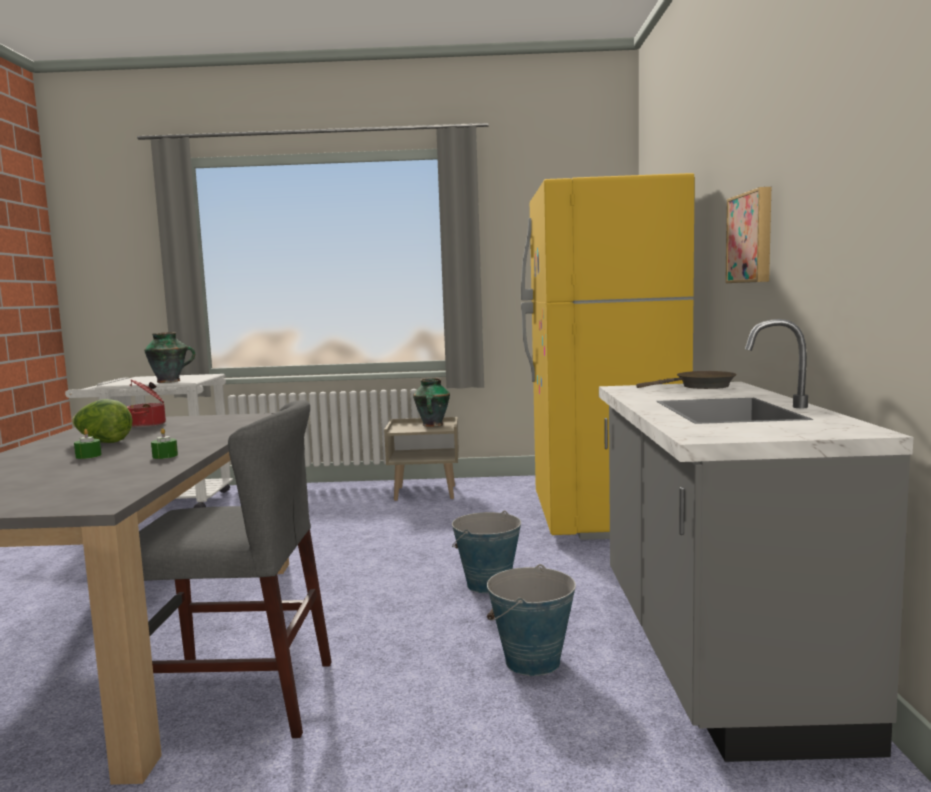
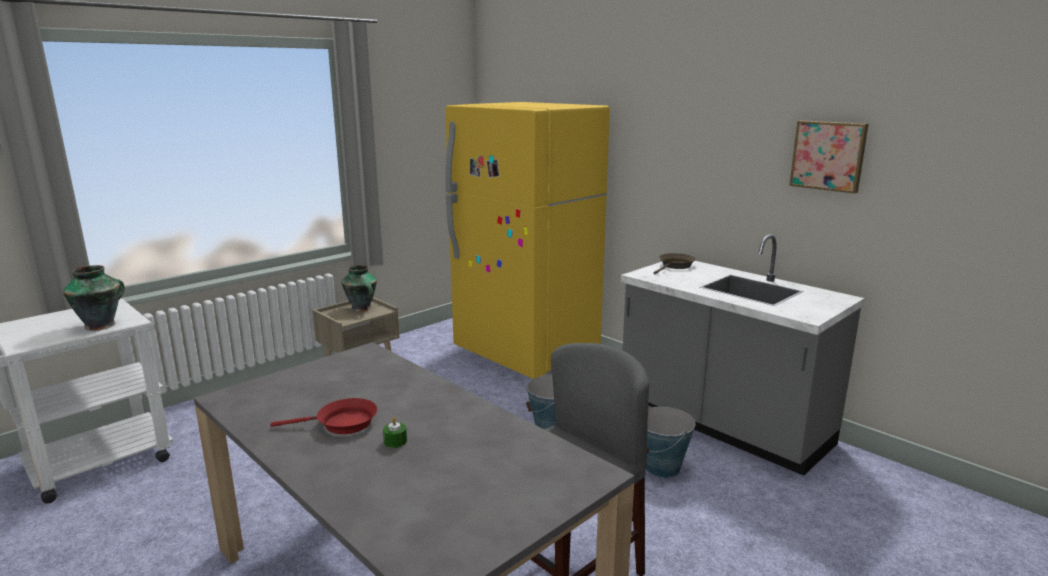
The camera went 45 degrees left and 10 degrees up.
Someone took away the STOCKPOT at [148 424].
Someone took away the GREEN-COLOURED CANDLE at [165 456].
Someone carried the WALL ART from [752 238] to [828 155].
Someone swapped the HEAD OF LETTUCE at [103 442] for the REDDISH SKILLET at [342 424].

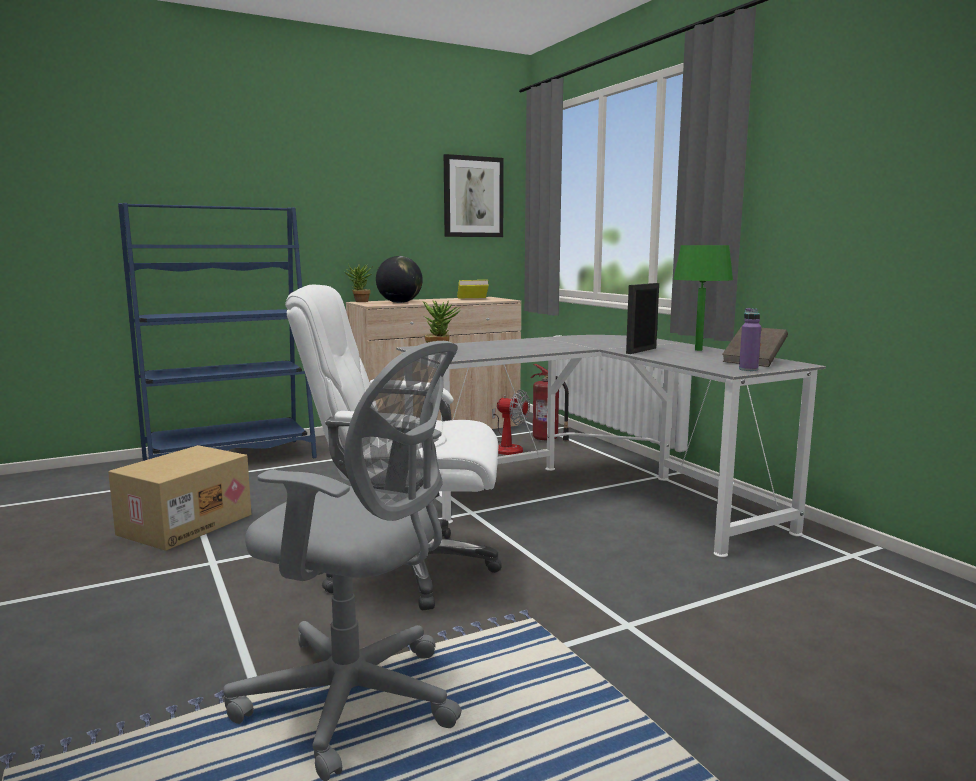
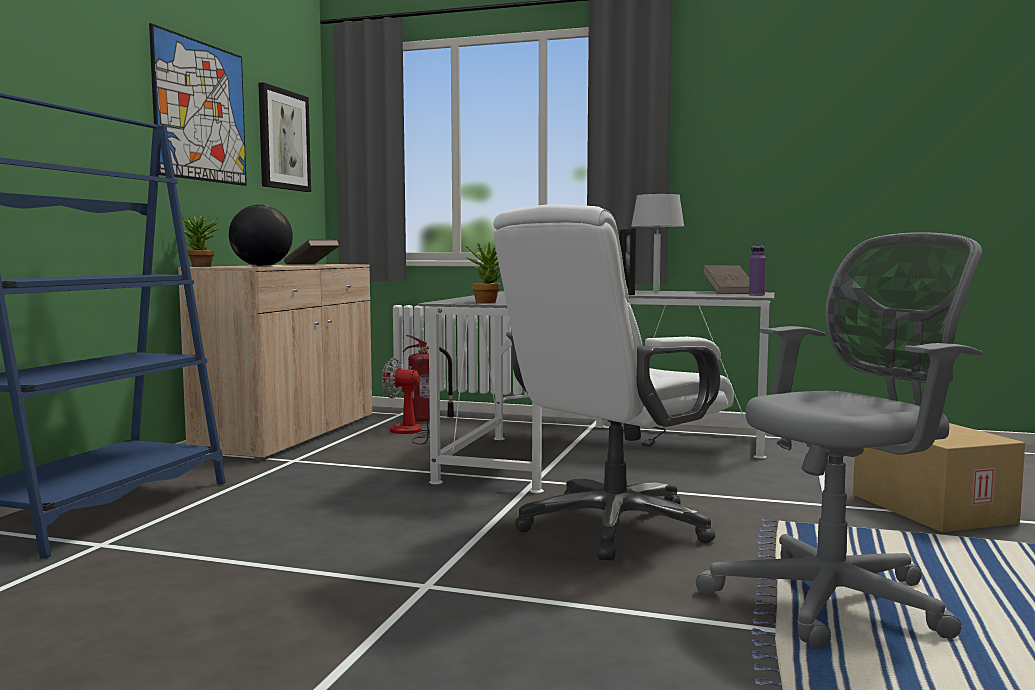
The camera went 45 degrees left and 5 degrees down.
Someone put up the WALL ART at [200 111].
Someone carried the CARTON from [185 524] to [928 508].
Someone repainted the YELLOWISH BOUND BOOK at [472 299], which became the BROWNISH BOUND BOOK at [311 264].
Someone repainted the GREEN-COLOURED TABLE LAMP at [698 350], which became the GREYISH TABLE LAMP at [656 291].
Someone rotated the COOLING FAN at [506 447] by 150 degrees counterclockwise.

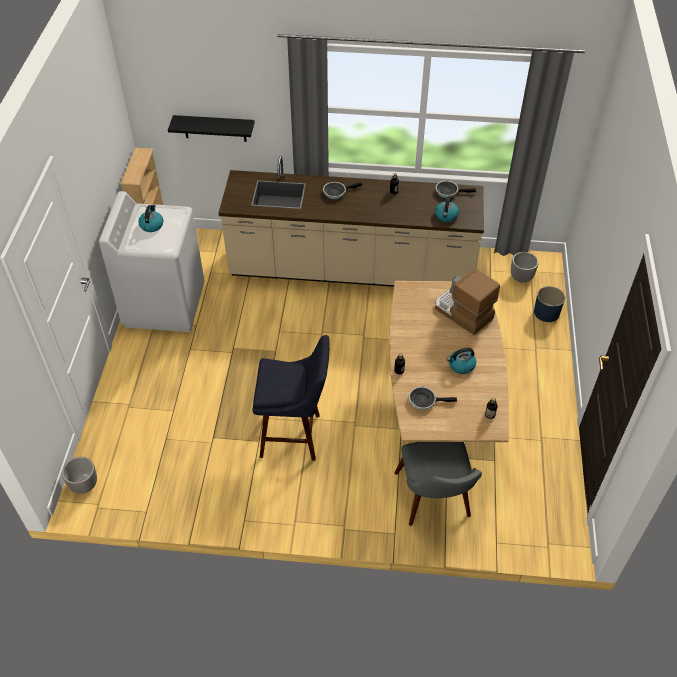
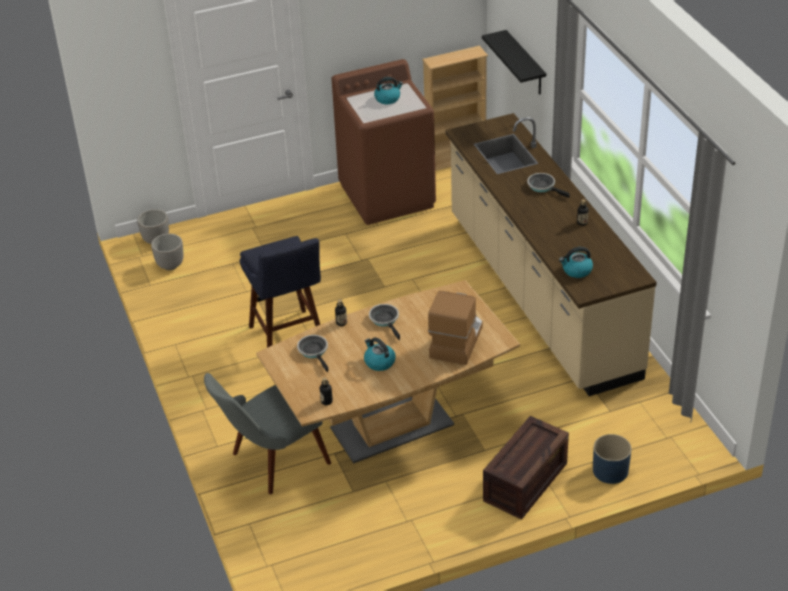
The camera went 65 degrees right and 10 degrees down.
Someone put down the SHIPPING CRATE at [526 483].
Someone carried the SKILLET from [448 192] to [385 320].
Someone carried the PLANT POT from [521 278] to [170 265].
Someone repainted the WHITE LAUNDRY APPLIANCE at [164 304], which became the BROWNISH LAUNDRY APPLIANCE at [388 196].

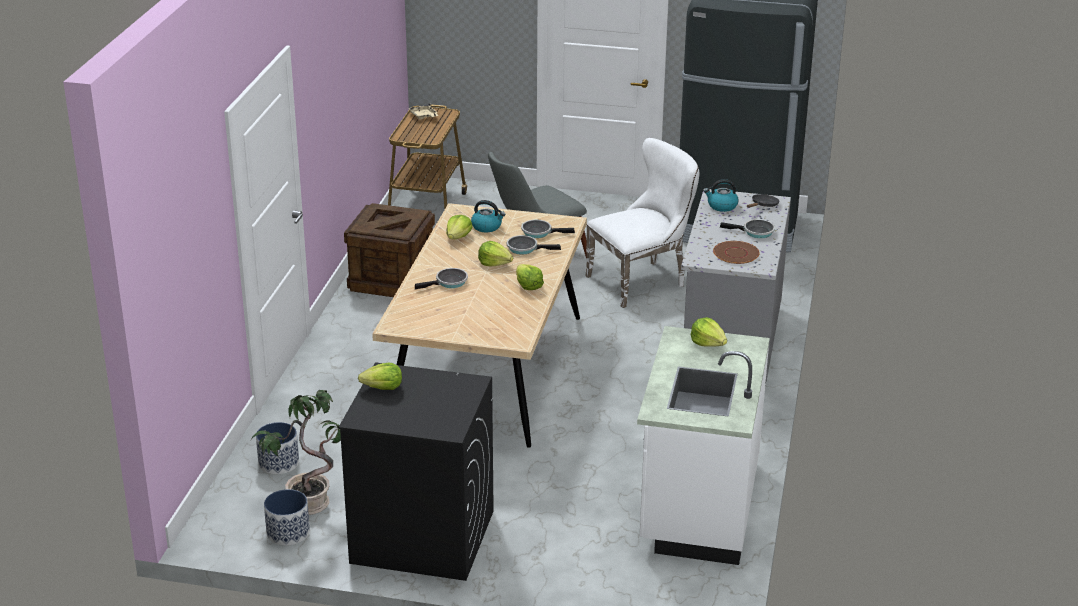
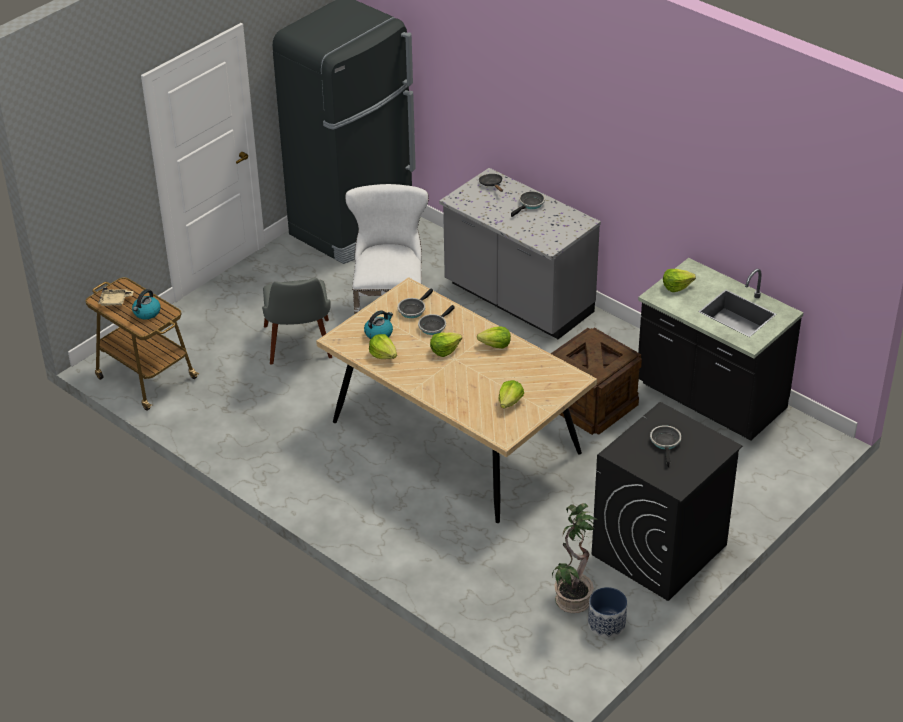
The camera went 60 degrees left and 10 degrees up.
Someone took away the PLANT POT at [279 463].
Someone took away the BROWNISH DINNER PLATE at [736 253].
Someone carried the SHIPPING CRATE from [392 280] to [591 405].
Someone carried the HEAD OF LETTUCE from [383 387] to [510 402].
Someone carried the SKILLET from [449 282] to [665 443].
Someone carried the KETTLE from [721 206] to [146 313].
Someone repainted the WHITE KITCHEN COUNTER at [697 506], which became the BLACK-COLOURED KITCHEN COUNTER at [710 399].

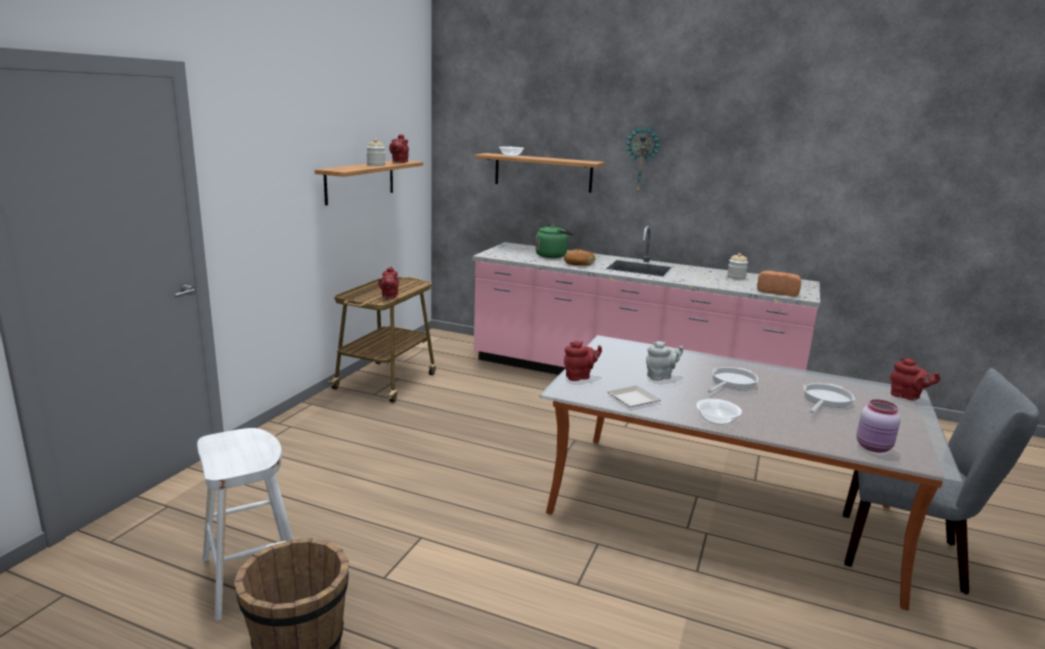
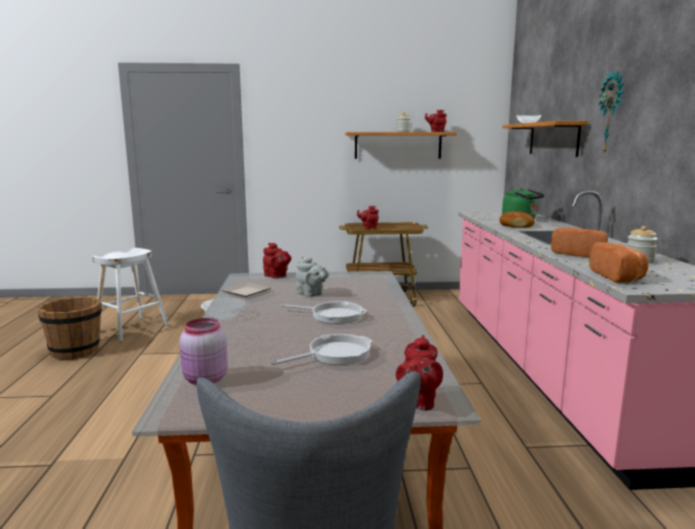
The camera went 65 degrees right and 5 degrees down.
Someone put down the BAKERY BREAD at [579 254].
Someone rotated the SKILLET at [825 400] by 45 degrees counterclockwise.

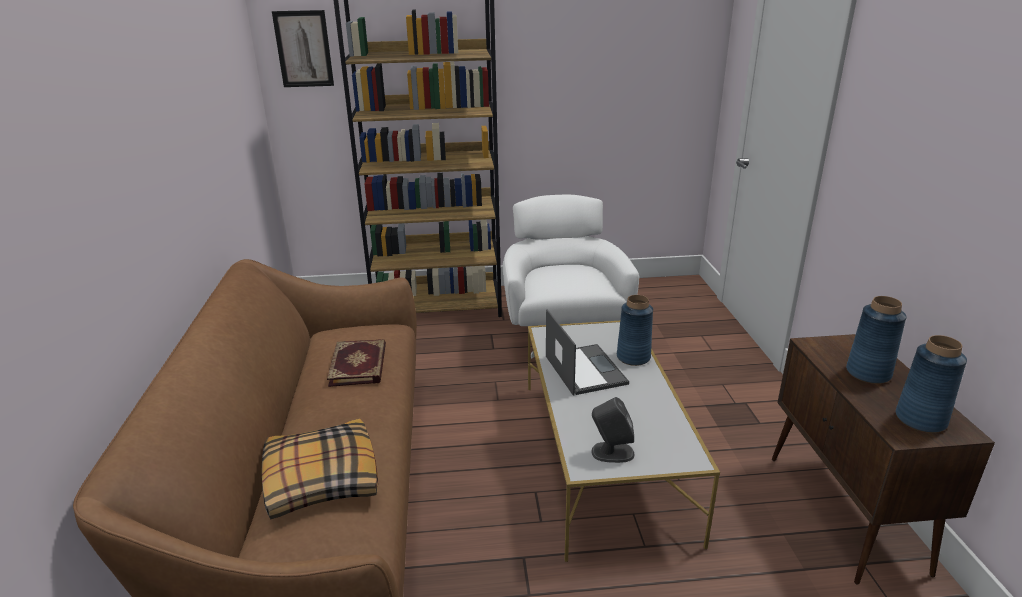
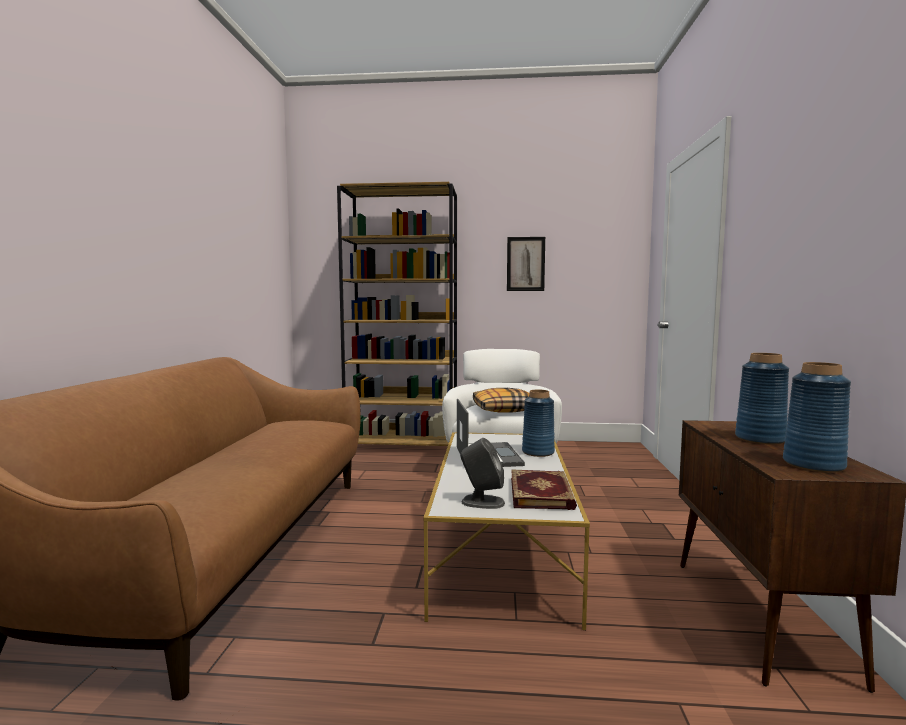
The camera went 10 degrees right and 20 degrees down.
Someone carried the THROW PILLOW from [320 479] to [503 409].
Someone carried the WALL ART from [303 49] to [525 264].
Someone carried the BOUND BOOK from [359 365] to [542 493].

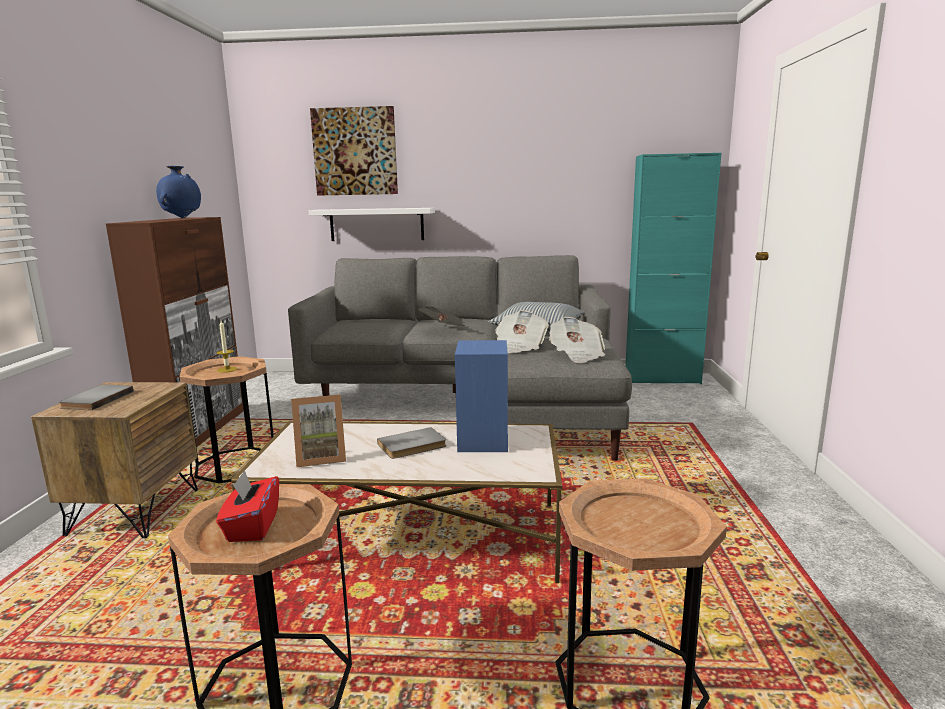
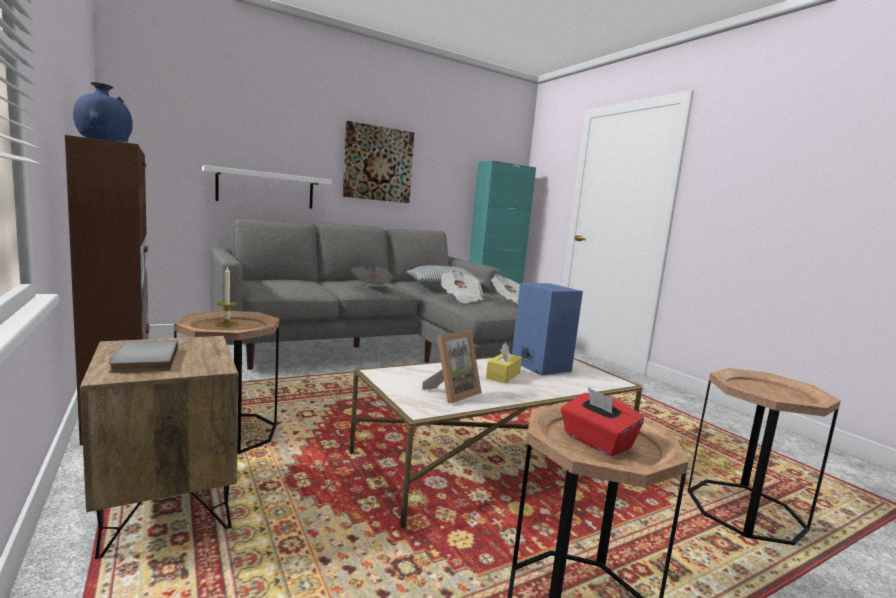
The camera went 35 degrees left and 5 degrees down.
Someone carried the WALL ART from [355 152] to [378 164].
Someone swapped the GREYISH BOUND BOOK at [413 446] for the YELLOWISH TISSUE HOLDER at [503 375].

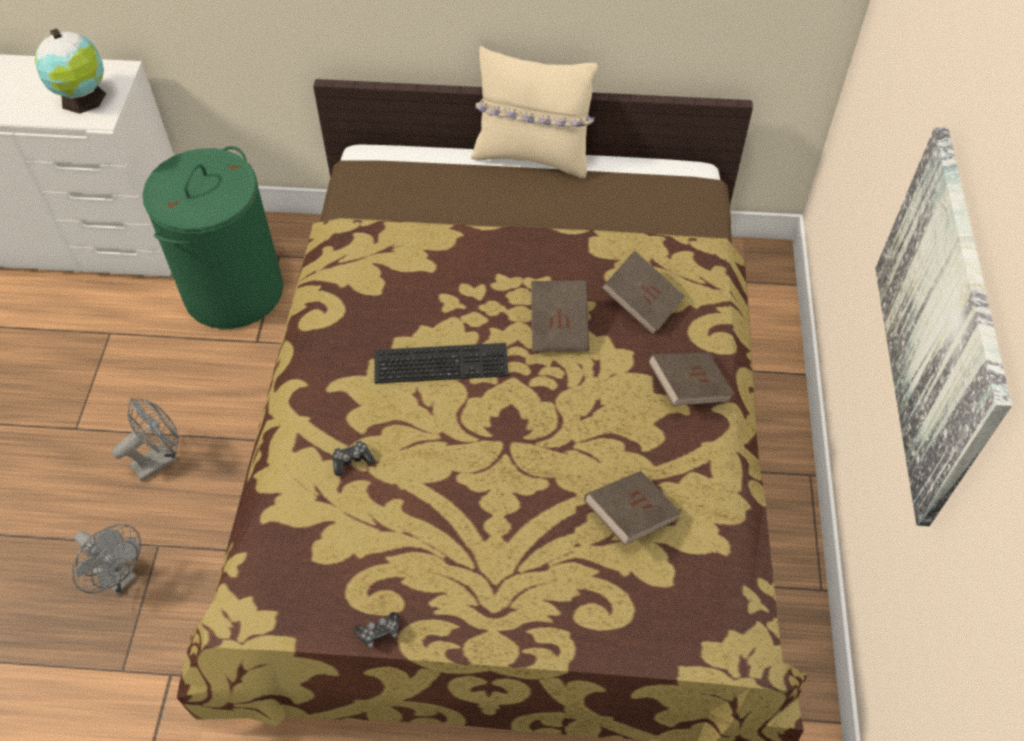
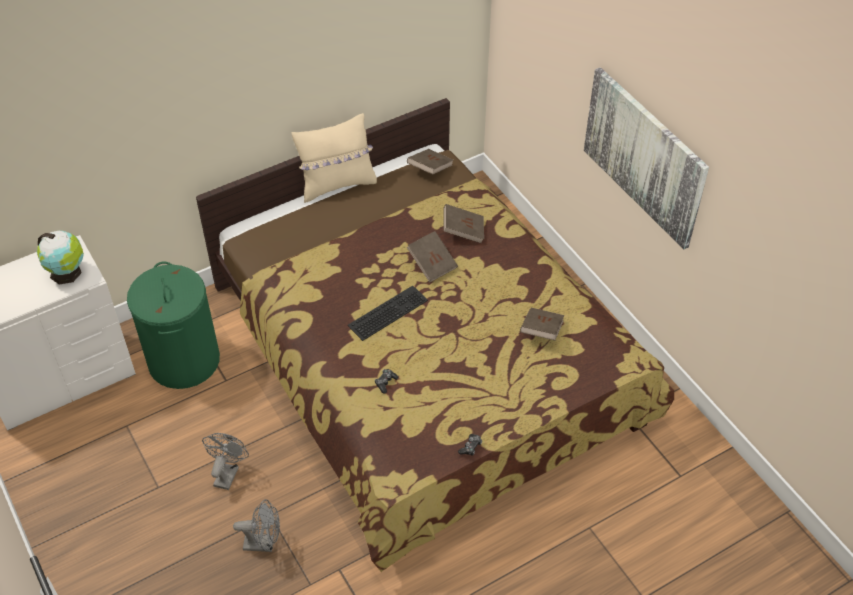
The camera went 35 degrees left and 5 degrees down.
Someone carried the BROWNISH BOUND BOOK from [688 388] to [430 169].

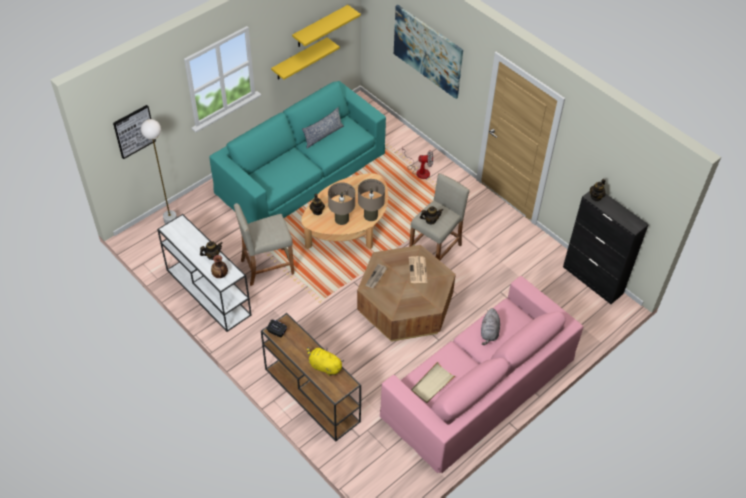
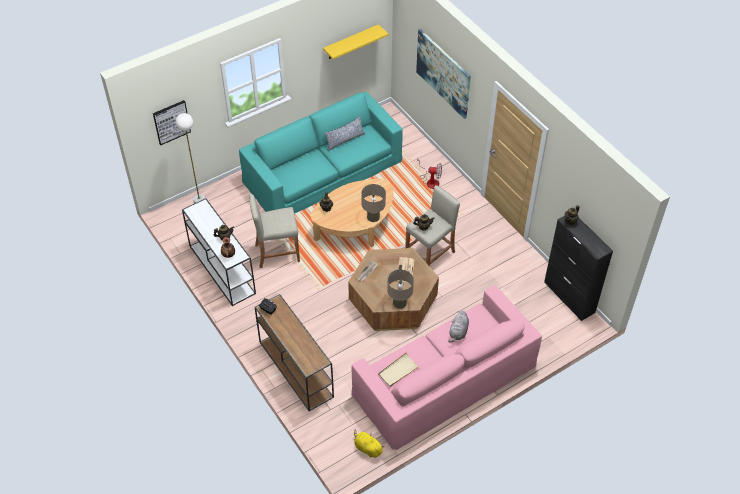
The camera went 10 degrees right and 0 degrees up.
Someone took away the YELLOWISH BRACKET SHELF at [299 59].
Someone carried the YELLOWISH PLUSH TOY from [324 366] to [367 448].
Someone carried the BEIGE-COLOURED TABLE LAMP from [342 219] to [399 303].

